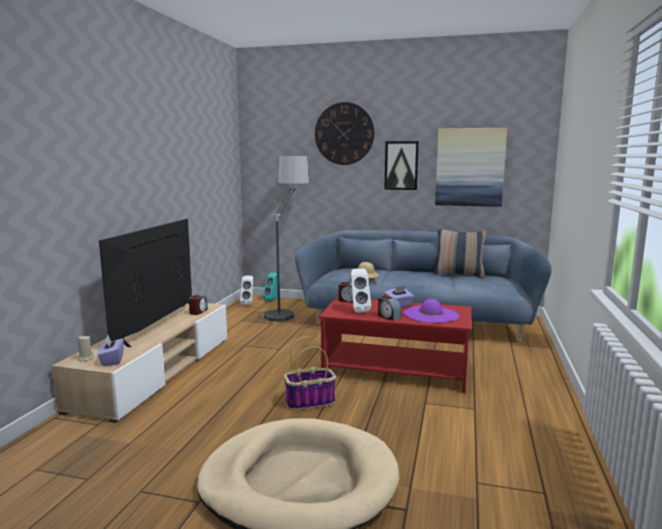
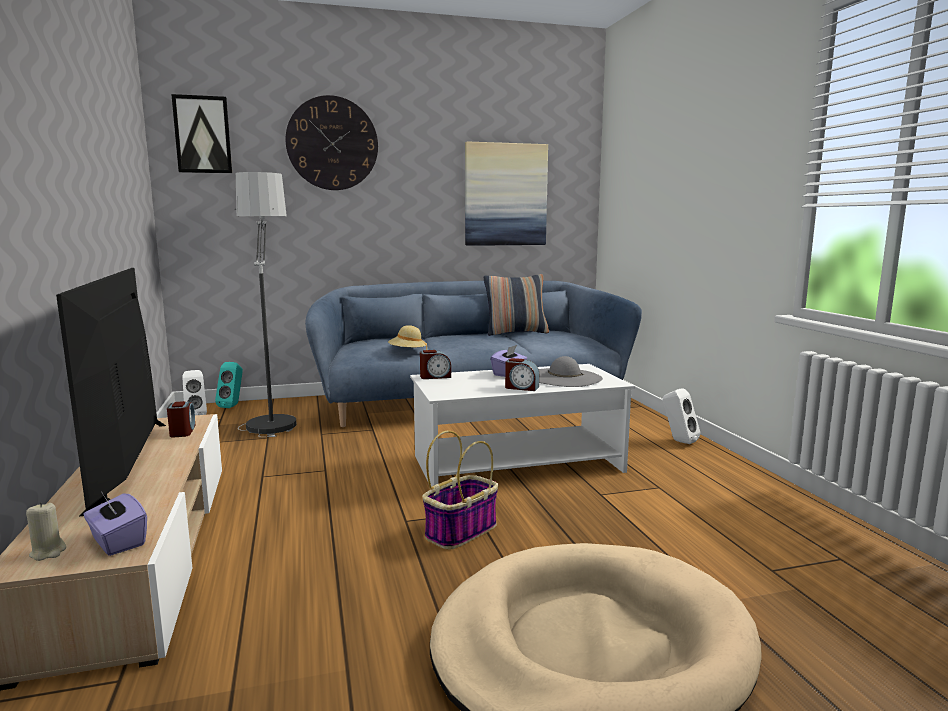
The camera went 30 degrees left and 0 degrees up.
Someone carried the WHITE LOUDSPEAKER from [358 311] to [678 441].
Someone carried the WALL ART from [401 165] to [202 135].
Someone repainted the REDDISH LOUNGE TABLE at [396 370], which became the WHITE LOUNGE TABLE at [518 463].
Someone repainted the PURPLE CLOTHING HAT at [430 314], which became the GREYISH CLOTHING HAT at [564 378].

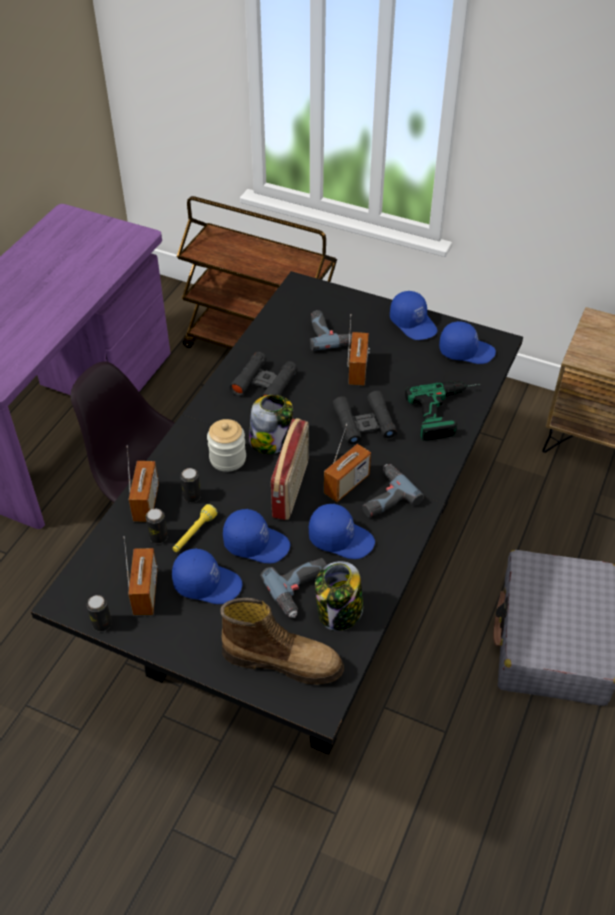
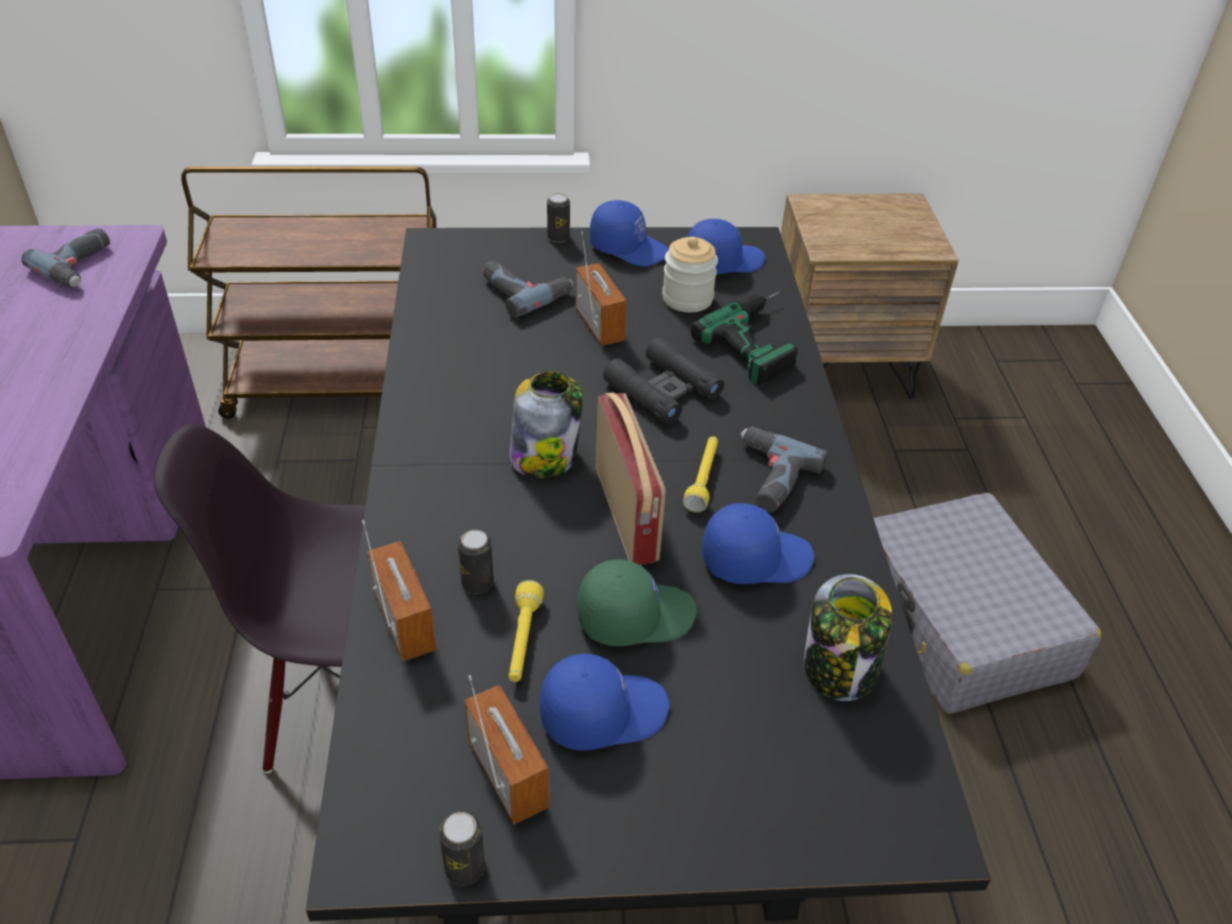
The camera went 30 degrees left and 5 degrees down.
Someone took away the HIGH-TOP BOOT at [283 659].
Someone took away the BLACK-COLOURED FIELD GLASSES at [264 384].
Someone carried the SEALED CAN from [158 537] to [558 237].
Someone carried the JAR from [227 458] to [687 298].
Someone carried the ELECTRIC DRILL from [301 590] to [82 266].
Someone swapped the RADIO at [346 484] for the YELLOWISH FLASHLIGHT at [703 479].
Someone repainted the BLUISH PEAKED CAP at [256 543], which became the GREEN-COLOURED PEAKED CAP at [635 615].

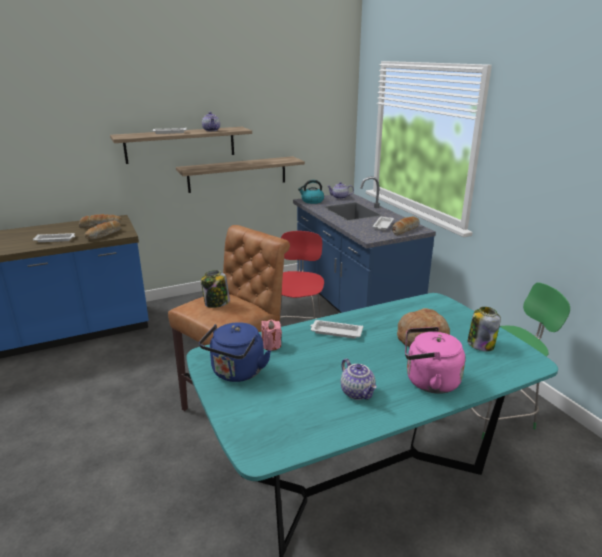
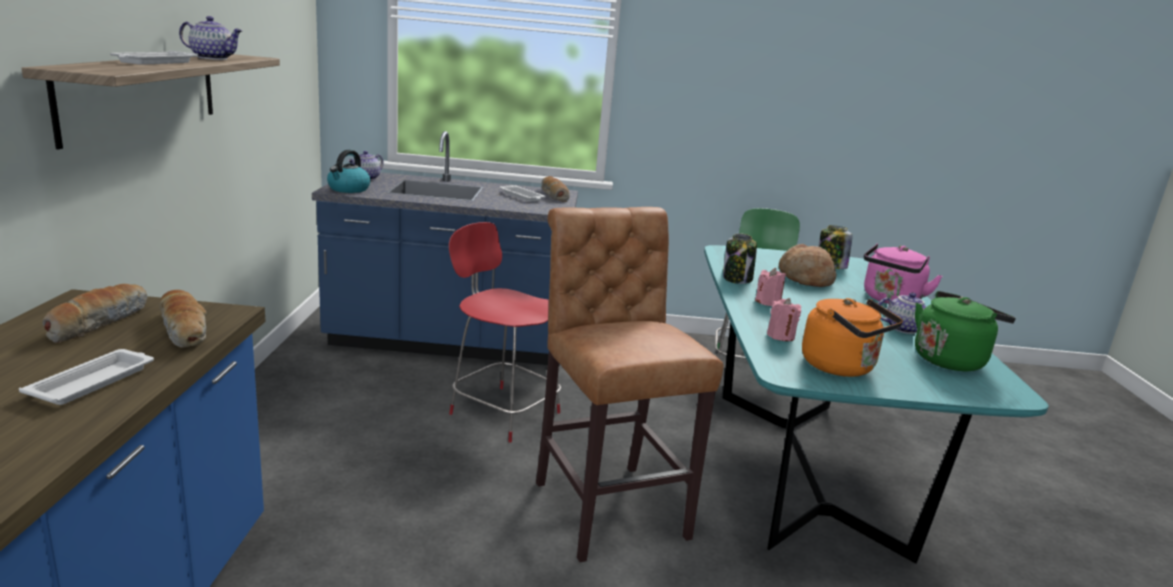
The camera went 65 degrees left and 5 degrees down.
Someone took away the BRACKET SHELF at [237 174].
Someone put down the GREEN-COLOURED KETTLE at [950 360].
Someone carried the JAR from [216 303] to [737 279].
Someone swapped the WHITE TRAY at [335 332] for the PINK CANDLE at [768 302].
Someone repainted the BLUISH KETTLE at [236 373], which became the ORANGE-COLOURED KETTLE at [841 368].

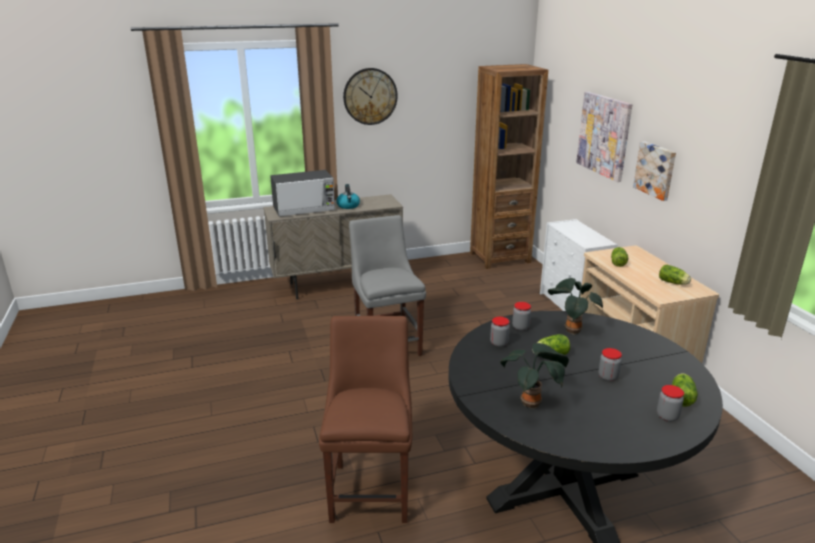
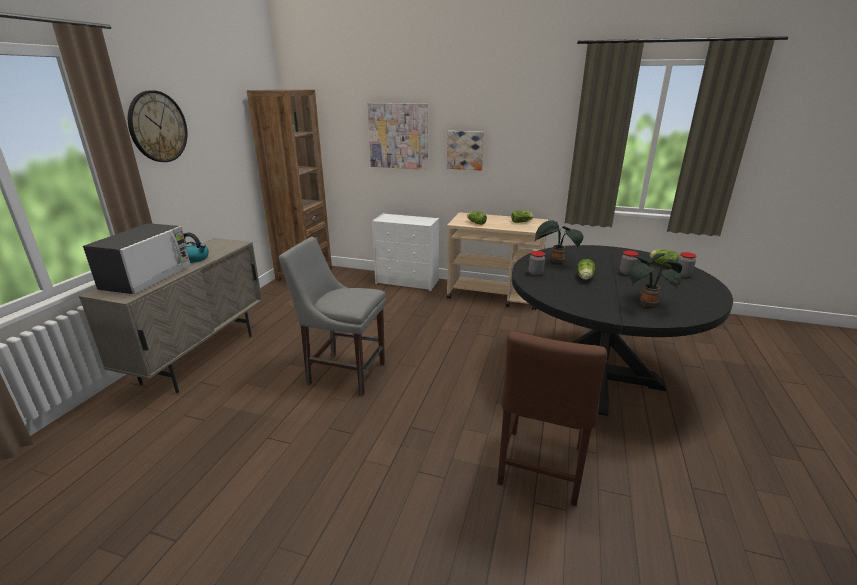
The camera went 55 degrees left and 0 degrees up.
Someone took away the JAR at [499 343].
Someone rotated the BROWNISH UPRIGHT CHAIR at [371 488] by 105 degrees counterclockwise.

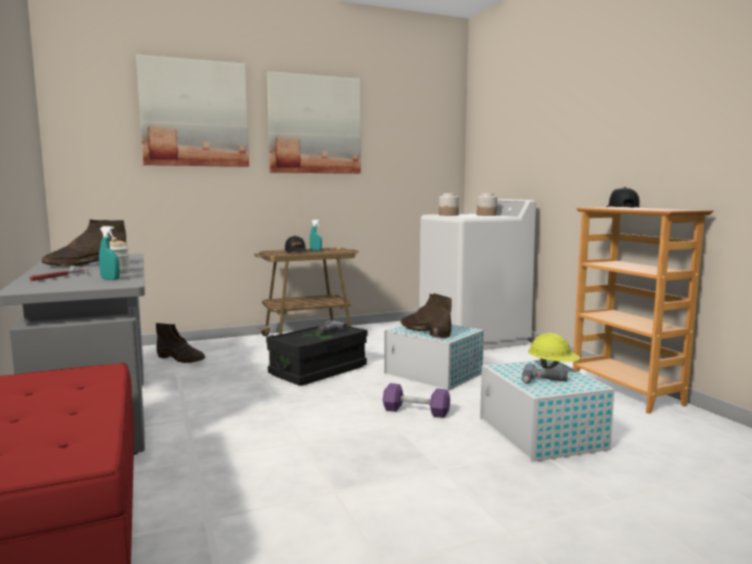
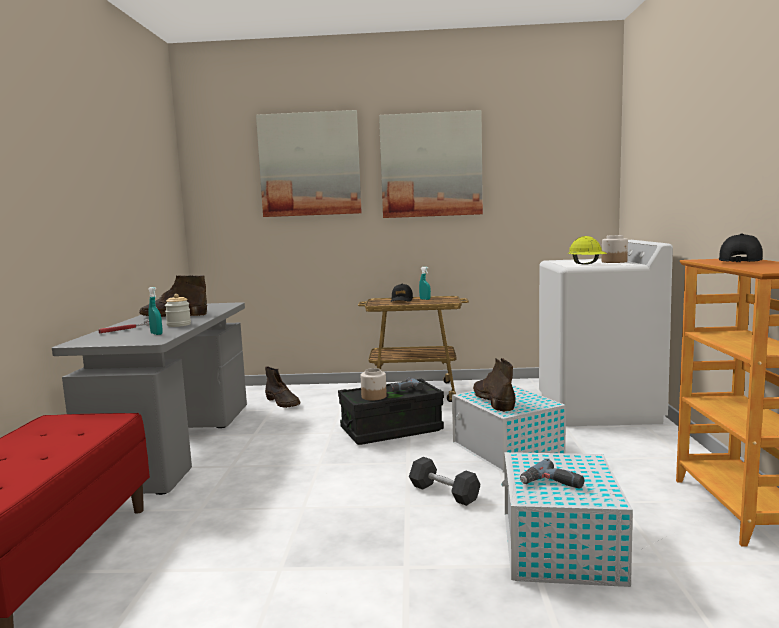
The camera went 25 degrees right and 0 degrees up.
Someone carried the JAR from [448 215] to [374 396].
Someone carried the YELLOWISH WORK HELMET from [553 367] to [587 264].
Someone repainted the PURPLE DUMBBELL at [416 411], which became the BLACK-COLOURED DUMBBELL at [444 492].

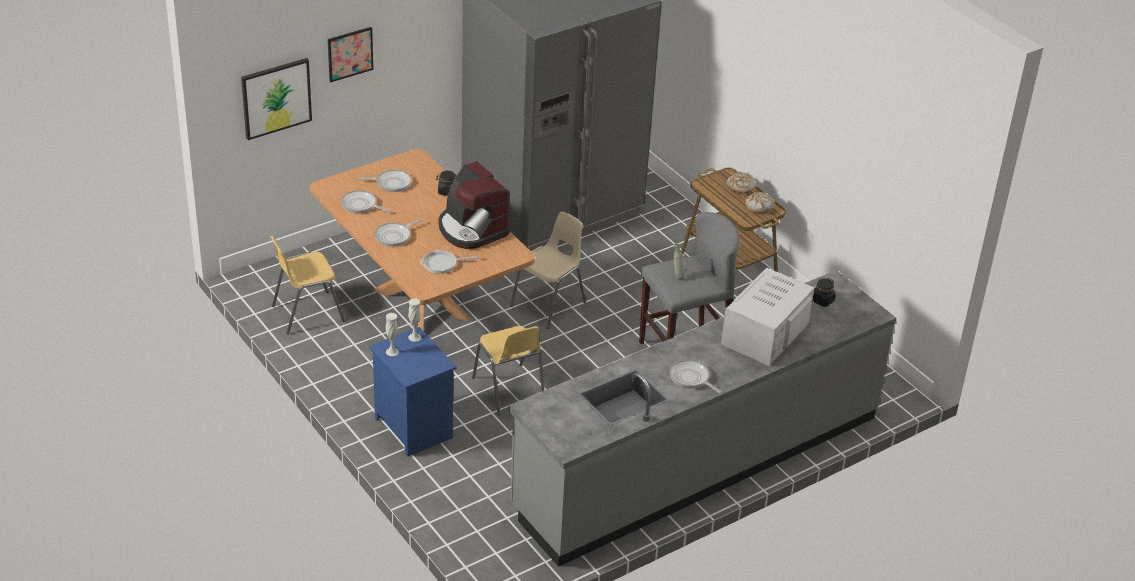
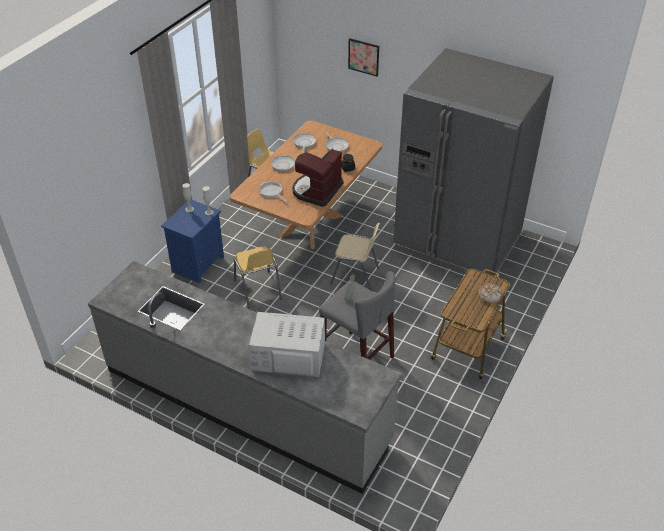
The camera went 65 degrees right and 5 degrees up.
Someone took away the WALL ART at [276 98].
Someone took away the SKILLET at [691 378].
Someone took away the BAKERY BREAD at [759 206].
Someone took away the BLACK-COLOURED JAR at [822 301].
Someone rotated the YELLOWISH UPRIGHT CHAIR at [509 390] by 60 degrees counterclockwise.

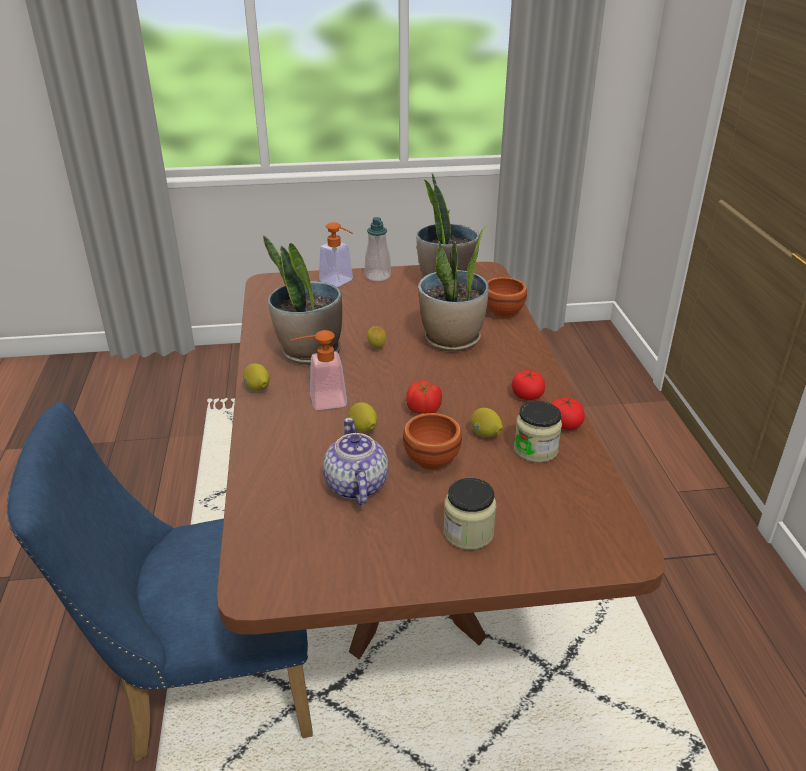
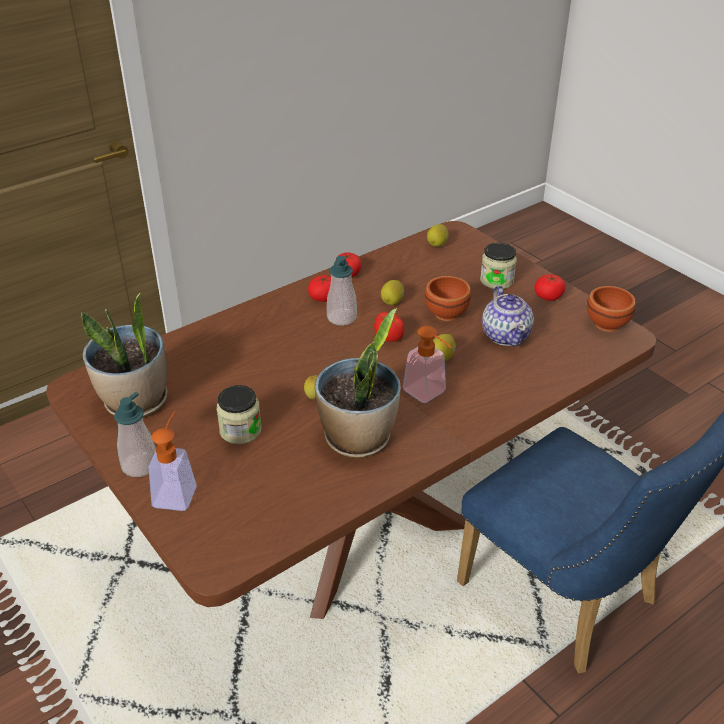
The camera went 120 degrees left and 5 degrees up.
Someone took away the HOUSEPLANT at [452 340].
Someone put down the LIQUID SOAP BOTTLE at [341 318].
Someone put down the WHOLE TOMATO at [548 296].
Someone carried the WHOLE LEMON from [257 388] to [437 244].
Someone carried the BROWNISH DEEP DISH from [502 312] to [606 325].
Someone carried the JAR from [535 449] to [240 430].
Someone rotated the POT FOR TEA at [355 486] by 60 degrees counterclockwise.

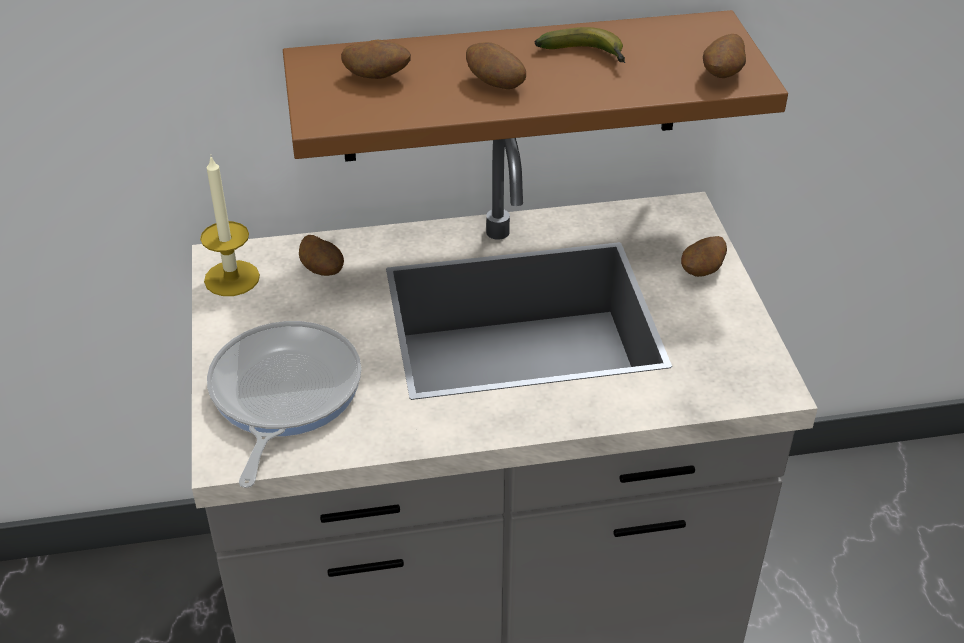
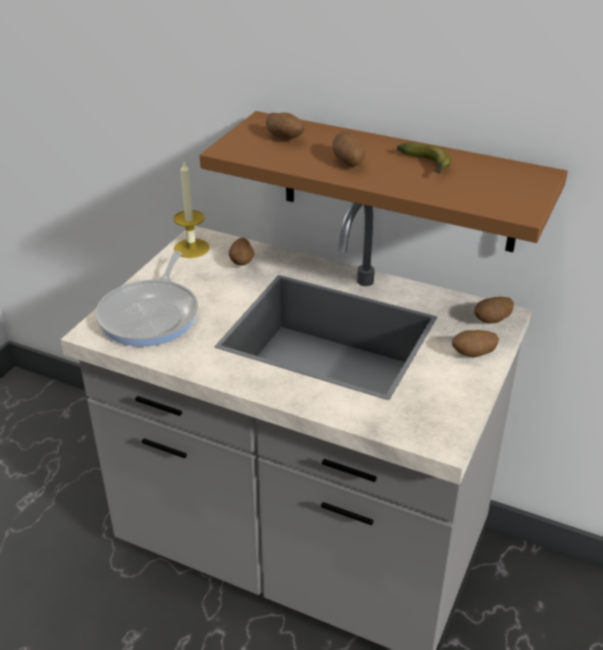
The camera went 35 degrees right and 5 degrees down.
Someone carried the POTATO from [722 75] to [492 321].
Someone rotated the SKILLET at [282 395] by 150 degrees clockwise.

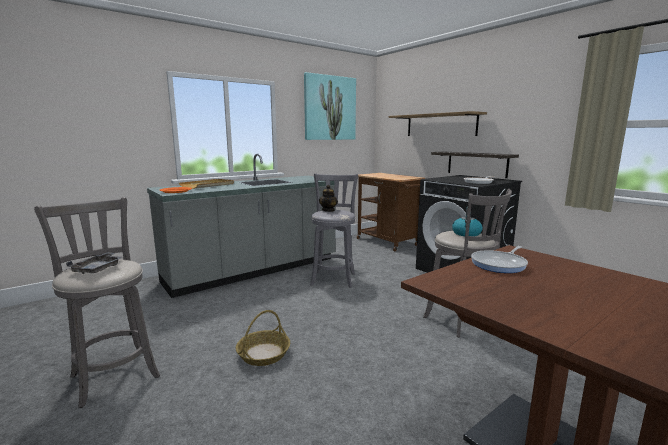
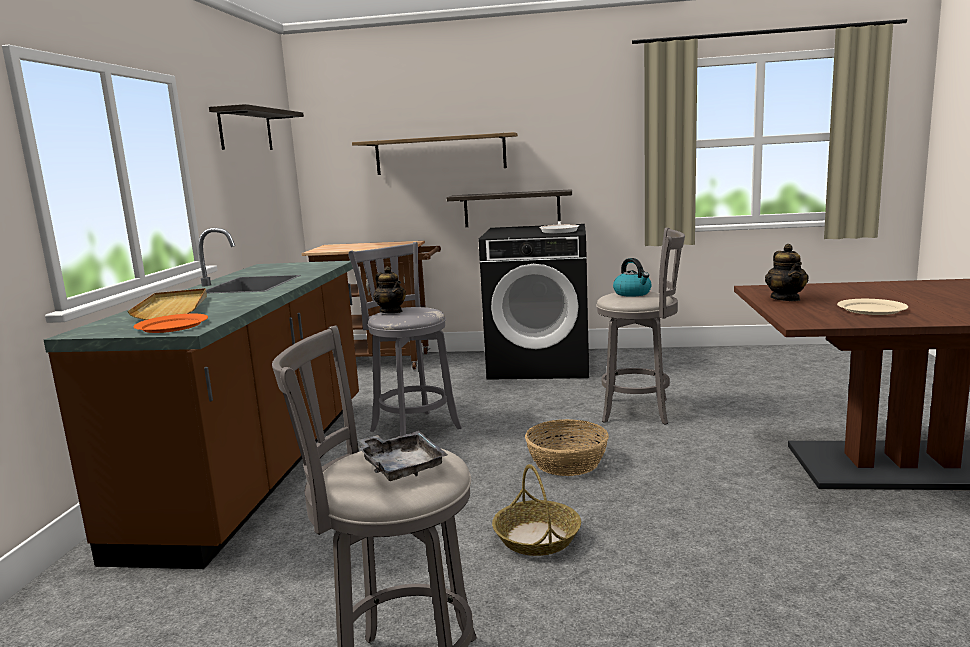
The camera went 45 degrees left and 0 degrees up.
Someone put down the STORAGE BASKET at [567 462].
Someone put down the BEIGE-COLOURED DINNER PLATE at [872 309].
Someone swapped the WALL ART at [329 108] for the BRACKET SHELF at [246 130].
Someone swapped the SKILLET at [500 264] for the POT FOR TEA at [785 299].
Someone repainted the GREYISH KITCHEN COUNTER at [254 271], which became the BROWNISH KITCHEN COUNTER at [260 469].

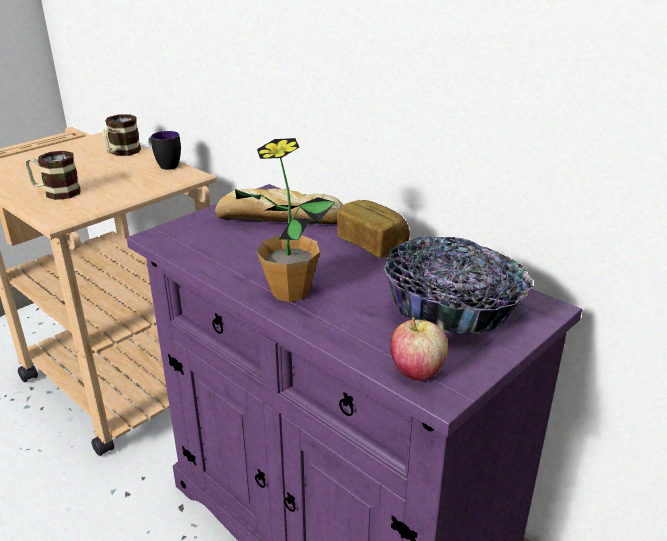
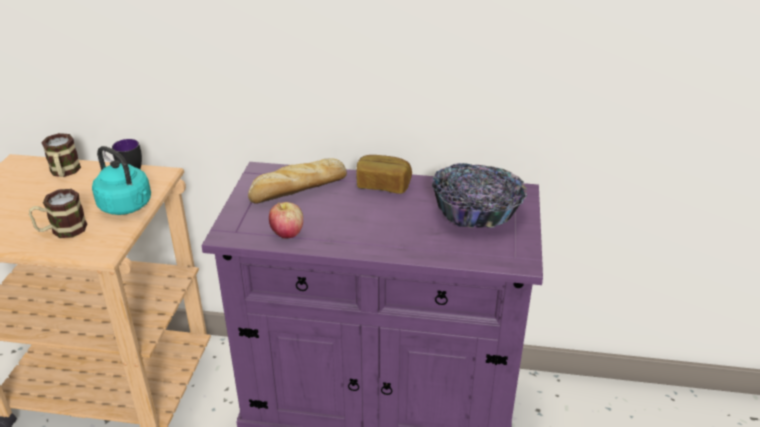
The camera went 35 degrees left and 5 degrees up.
Someone took away the HOUSEPLANT at [290 292].
Someone put down the TURQUOISE KETTLE at [127 206].
Someone carried the APPLE FRUIT from [417 371] to [287 233].

